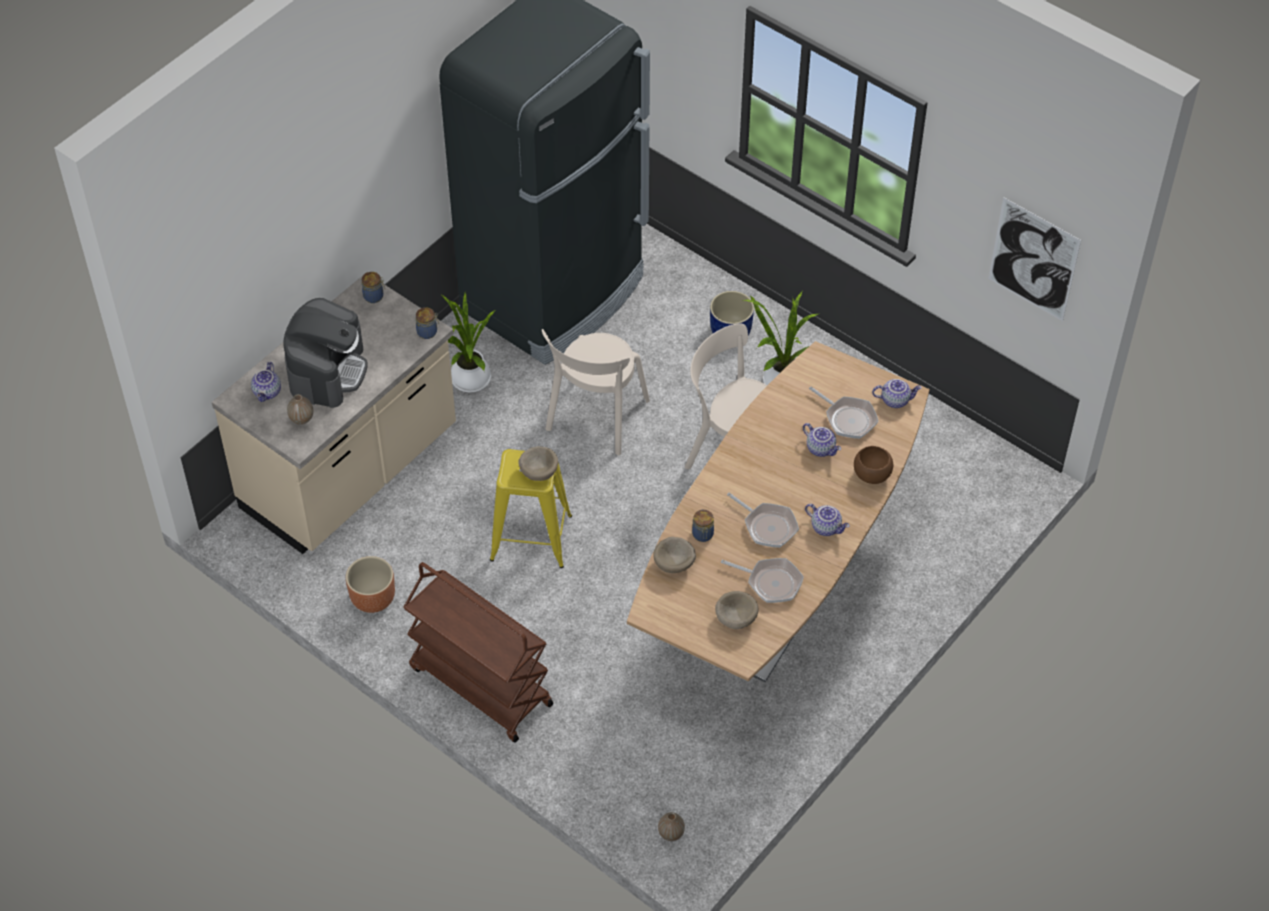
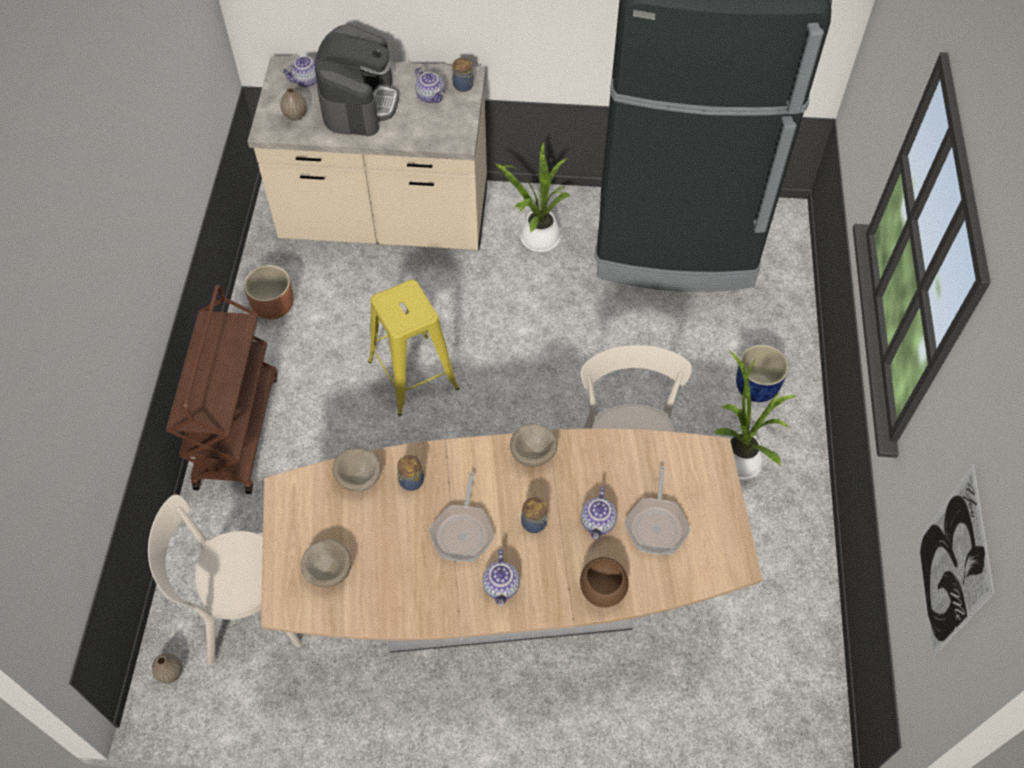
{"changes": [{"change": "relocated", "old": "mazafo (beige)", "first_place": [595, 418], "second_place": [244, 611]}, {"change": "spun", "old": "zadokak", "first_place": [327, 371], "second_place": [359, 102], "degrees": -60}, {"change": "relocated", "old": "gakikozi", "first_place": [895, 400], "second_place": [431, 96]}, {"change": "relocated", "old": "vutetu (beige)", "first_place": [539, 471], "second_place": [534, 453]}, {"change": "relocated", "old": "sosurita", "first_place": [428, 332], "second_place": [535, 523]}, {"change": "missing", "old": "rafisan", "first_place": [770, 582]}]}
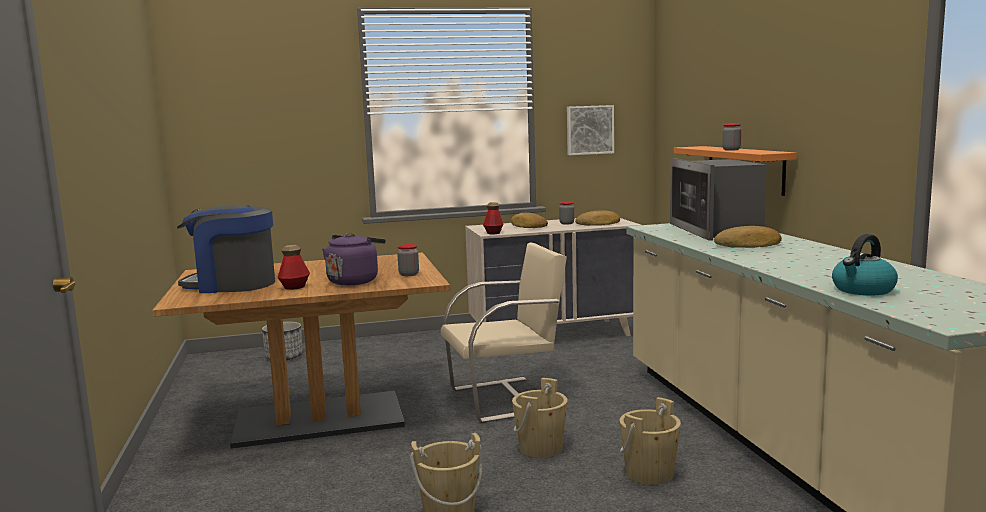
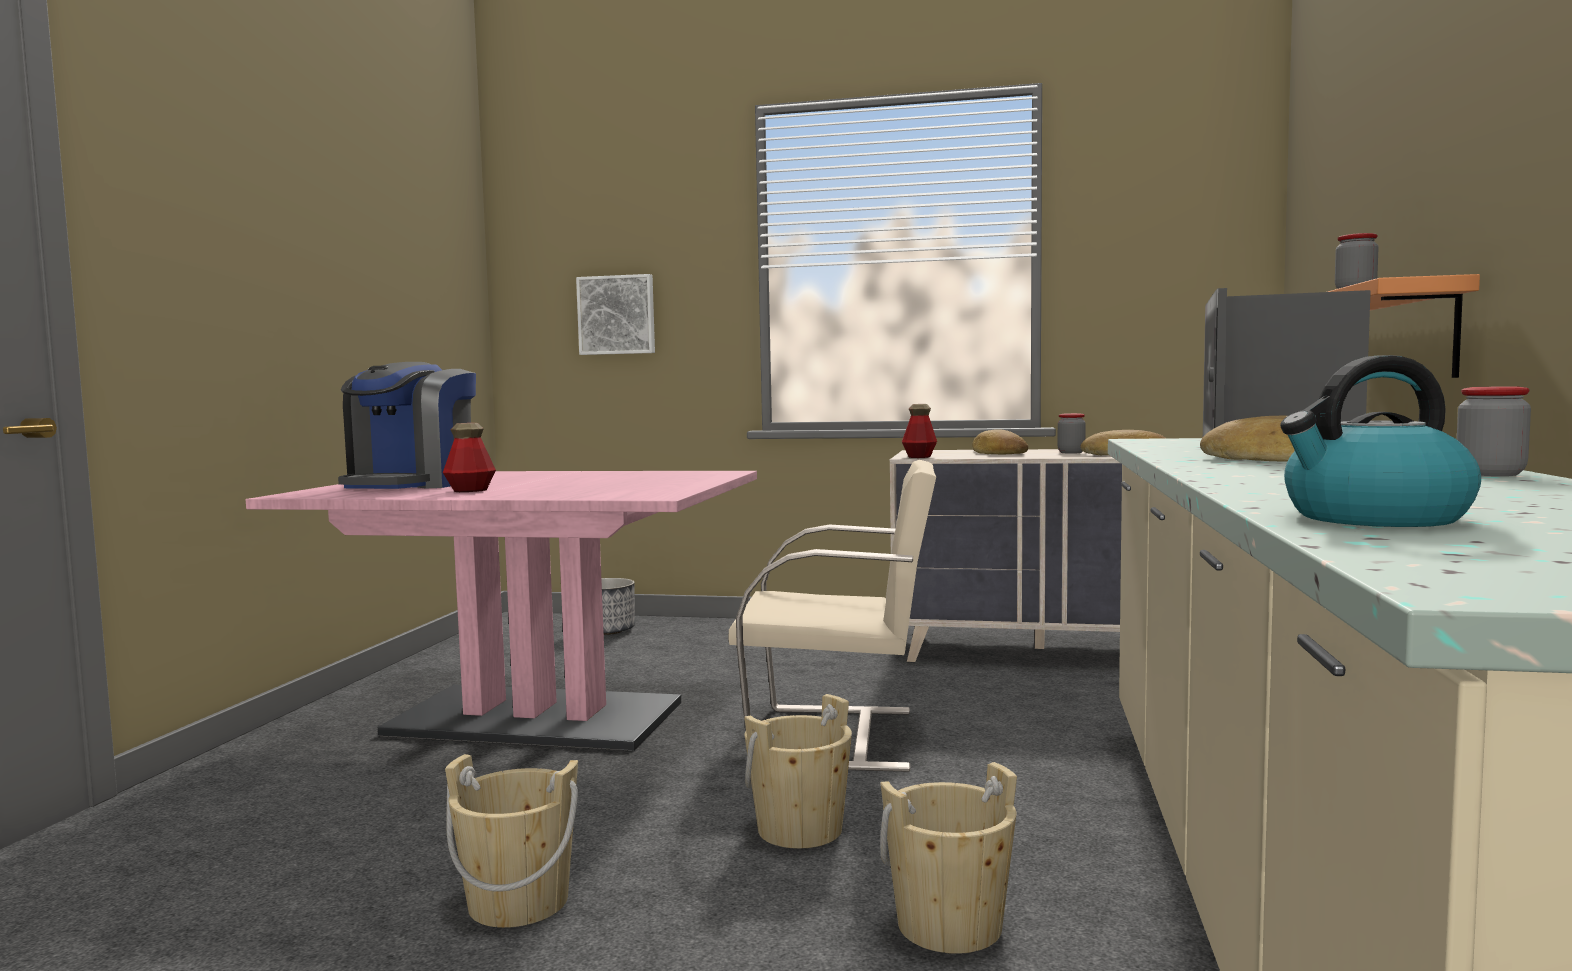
{"changes": [{"change": "colour", "old": "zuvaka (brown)", "new": "zuvaka (pink)", "first_place": [319, 420], "second_place": [535, 719]}, {"change": "spun", "old": "zadokak", "first_place": [232, 284], "second_place": [412, 484], "degrees": -105}, {"change": "relocated", "old": "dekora", "first_place": [589, 130], "second_place": [617, 315]}, {"change": "relocated", "old": "sosurita", "first_place": [409, 274], "second_place": [1490, 474]}, {"change": "missing", "old": "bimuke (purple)", "first_place": [355, 281]}]}
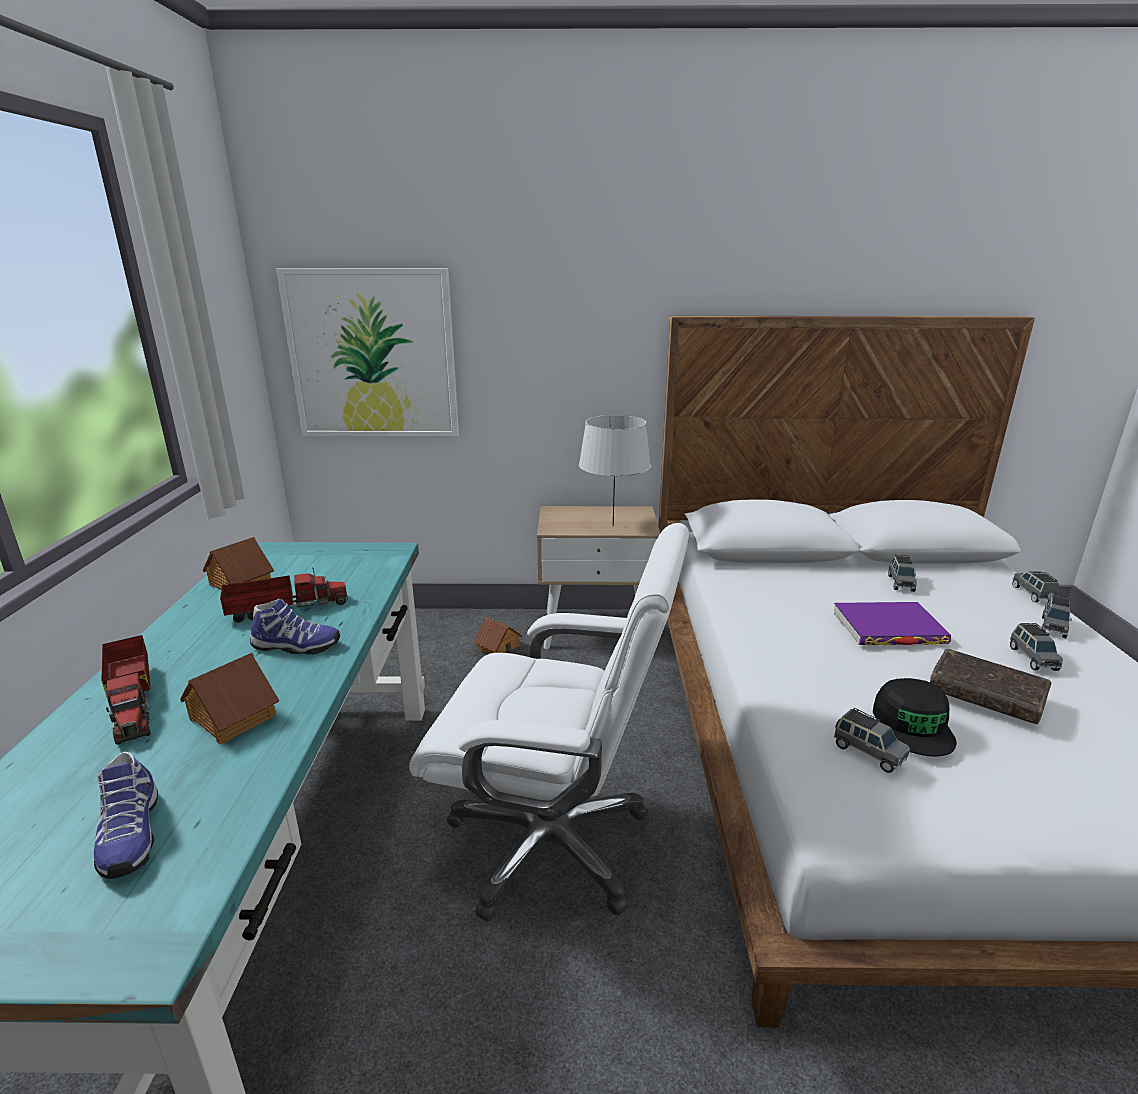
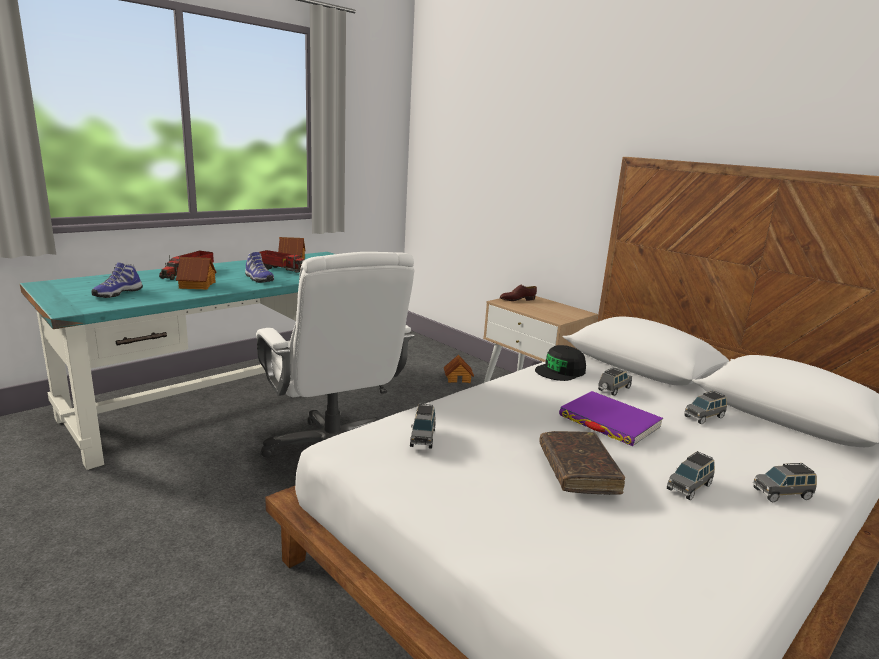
{"changes": [{"change": "appeared", "new": "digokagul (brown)", "second_place": [517, 299]}, {"change": "relocated", "old": "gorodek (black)", "first_place": [913, 725], "second_place": [560, 371]}, {"change": "relocated", "old": "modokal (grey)", "first_place": [1033, 594], "second_place": [614, 389]}, {"change": "missing", "old": "dekora", "first_place": [373, 354]}, {"change": "missing", "old": "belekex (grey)", "first_place": [612, 525]}]}
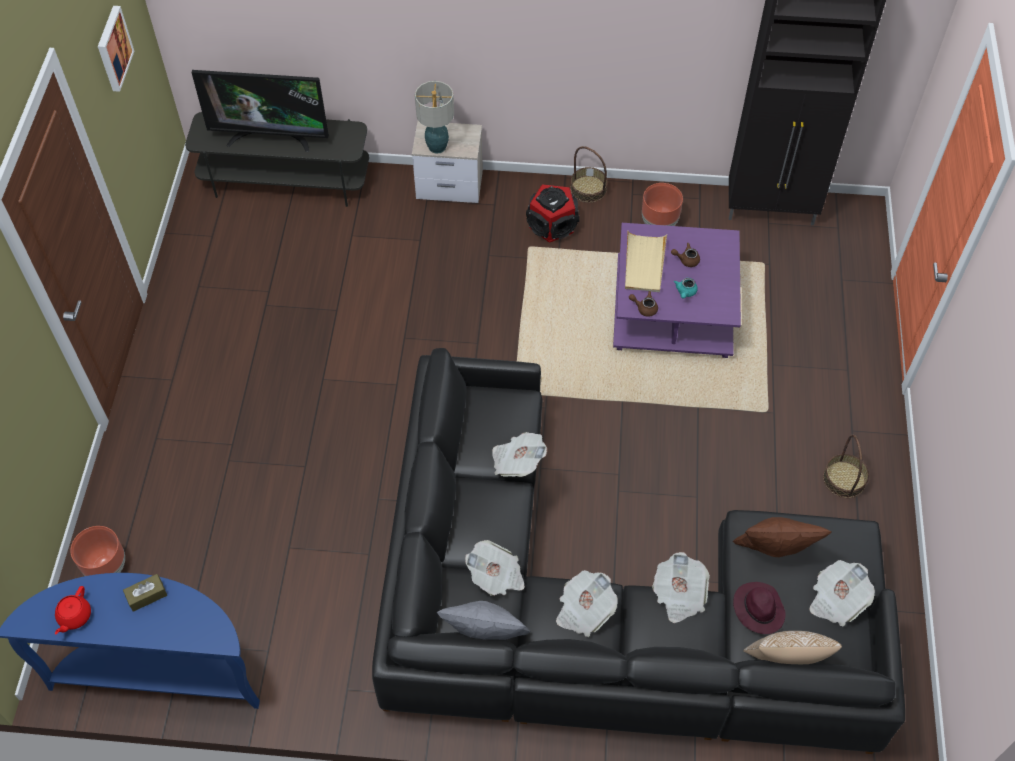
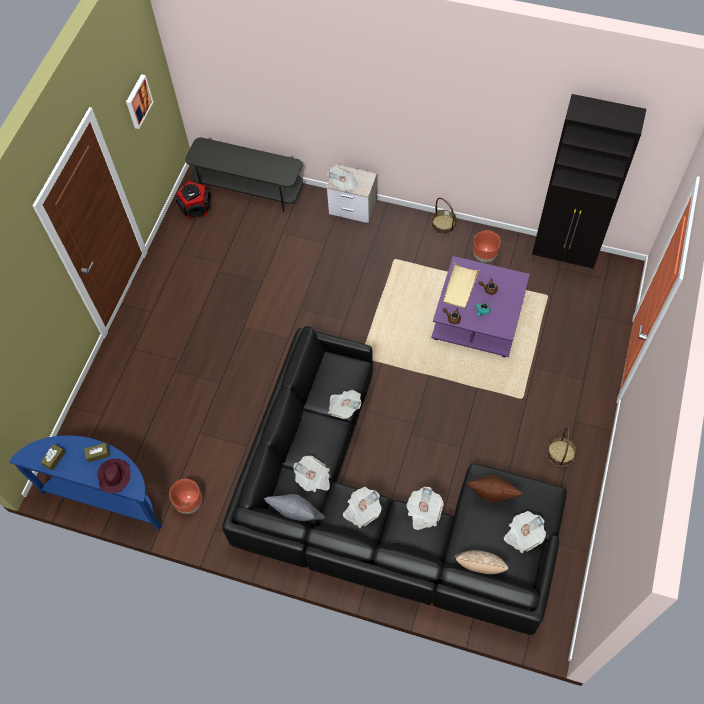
{"changes": [{"change": "exchanged", "old": "gakikozi (red)", "new": "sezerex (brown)", "first_place": [74, 616], "second_place": [54, 459]}, {"change": "relocated", "old": "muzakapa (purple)", "first_place": [758, 608], "second_place": [114, 476]}, {"change": "relocated", "old": "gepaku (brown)", "first_place": [106, 567], "second_place": [189, 503]}, {"change": "relocated", "old": "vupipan", "first_place": [553, 225], "second_place": [196, 208]}, {"change": "exchanged", "old": "belekex", "new": "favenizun", "first_place": [437, 146], "second_place": [344, 184]}, {"change": "missing", "old": "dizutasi", "first_place": [270, 137]}]}
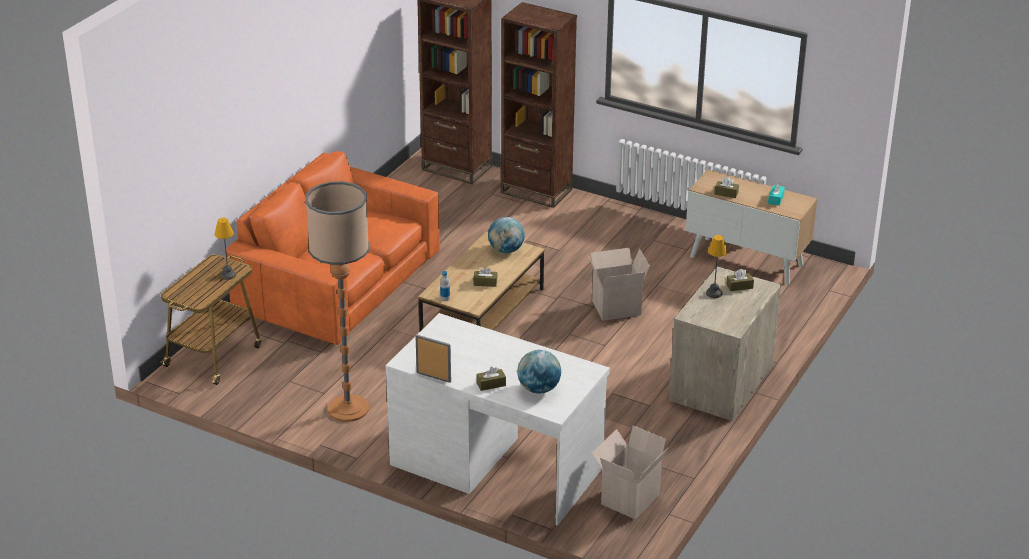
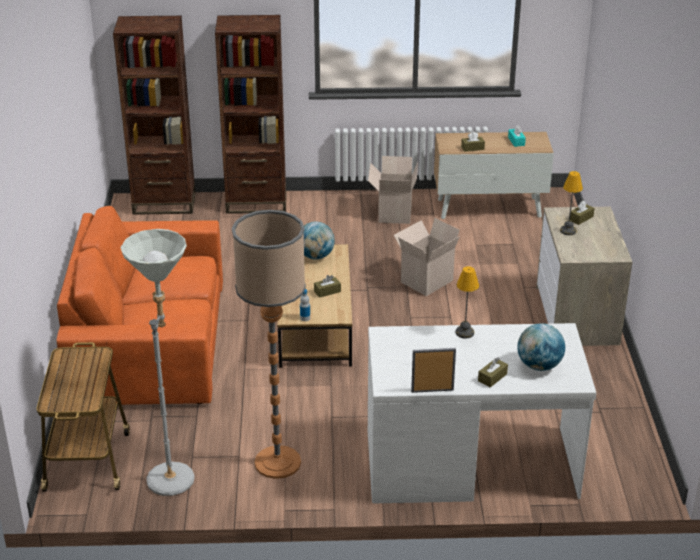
{"changes": [{"change": "appeared", "new": "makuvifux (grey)", "second_place": [174, 473]}, {"change": "relocated", "old": "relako", "first_place": [629, 498], "second_place": [393, 213]}, {"change": "relocated", "old": "belekex", "first_place": [228, 275], "second_place": [465, 332]}]}
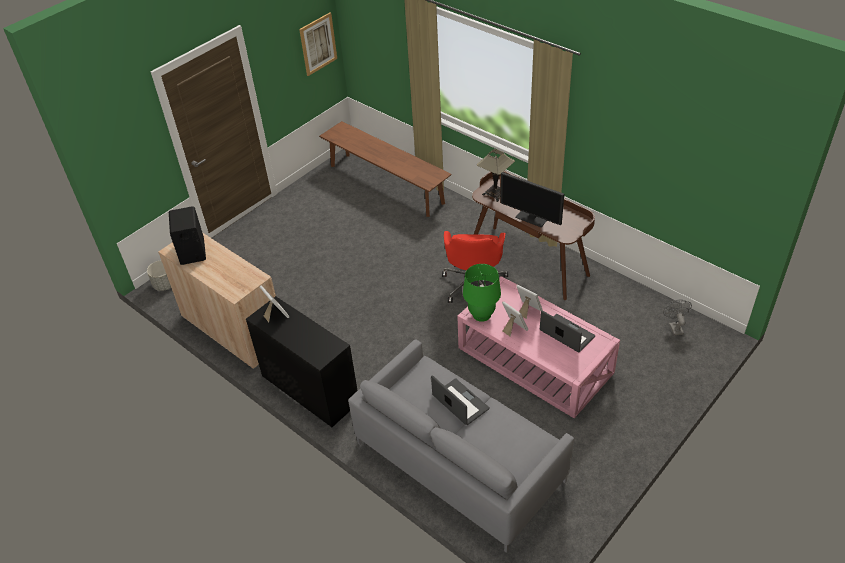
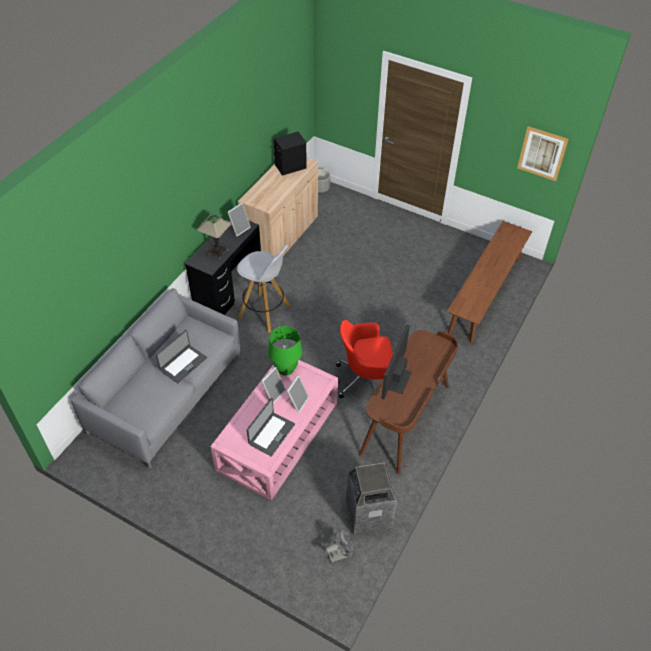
{"changes": [{"change": "relocated", "old": "belekex", "first_place": [495, 193], "second_place": [217, 252]}, {"change": "appeared", "new": "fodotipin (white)", "second_place": [265, 313]}, {"change": "appeared", "new": "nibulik", "second_place": [368, 513]}]}
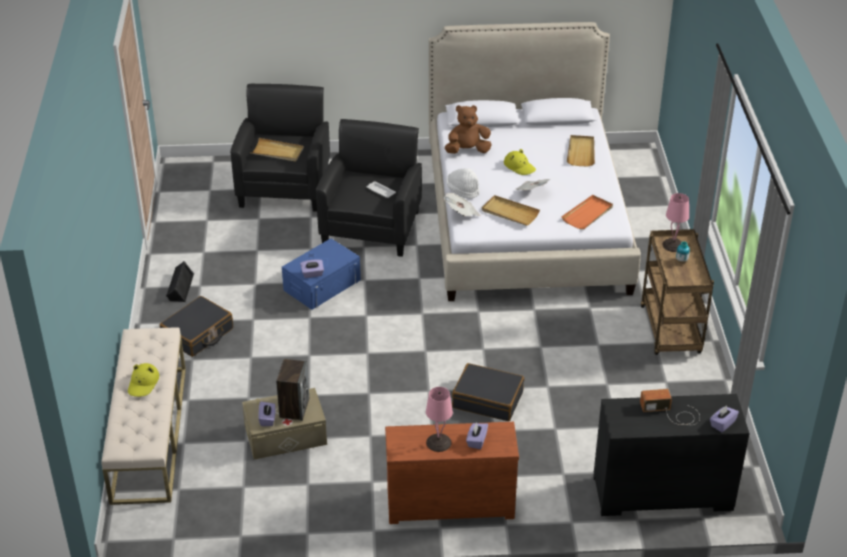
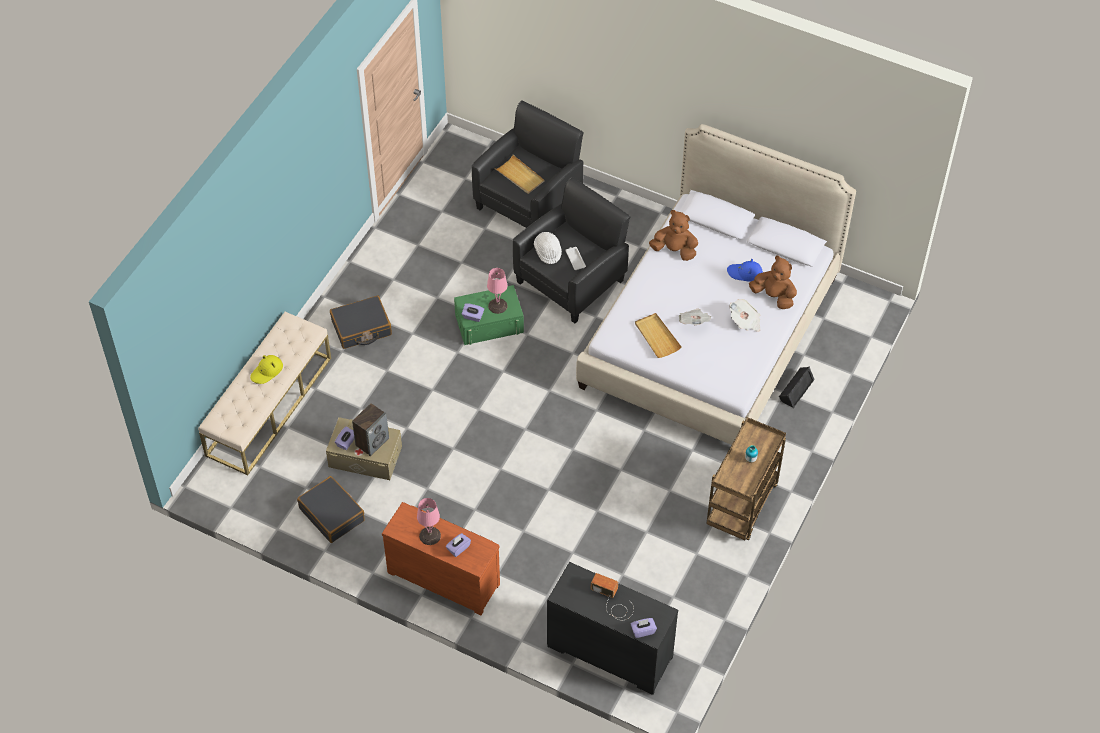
{"changes": [{"change": "relocated", "old": "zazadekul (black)", "first_place": [488, 399], "second_place": [332, 514]}, {"change": "colour", "old": "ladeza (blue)", "new": "ladeza (green)", "first_place": [322, 285], "second_place": [489, 323]}, {"change": "relocated", "old": "belekex (pink)", "first_place": [673, 245], "second_place": [497, 306]}, {"change": "relocated", "old": "muzakapa (white)", "first_place": [463, 190], "second_place": [548, 252]}, {"change": "appeared", "new": "muzakapa (blue)", "second_place": [745, 273]}, {"change": "relocated", "old": "favenizun", "first_place": [461, 213], "second_place": [745, 322]}, {"change": "exchanged", "old": "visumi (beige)", "new": "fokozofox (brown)", "first_place": [581, 152], "second_place": [773, 296]}, {"change": "relocated", "old": "vupipan (black)", "first_place": [179, 287], "second_place": [795, 389]}, {"change": "missing", "old": "muzakapa (yellow)", "first_place": [519, 166]}, {"change": "missing", "old": "visumi (orange)", "first_place": [588, 214]}]}
